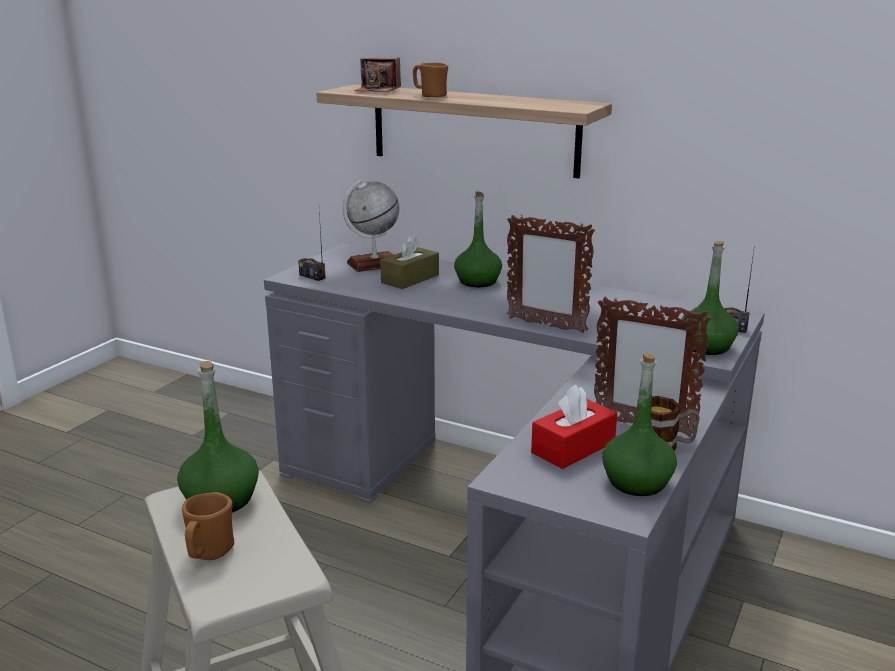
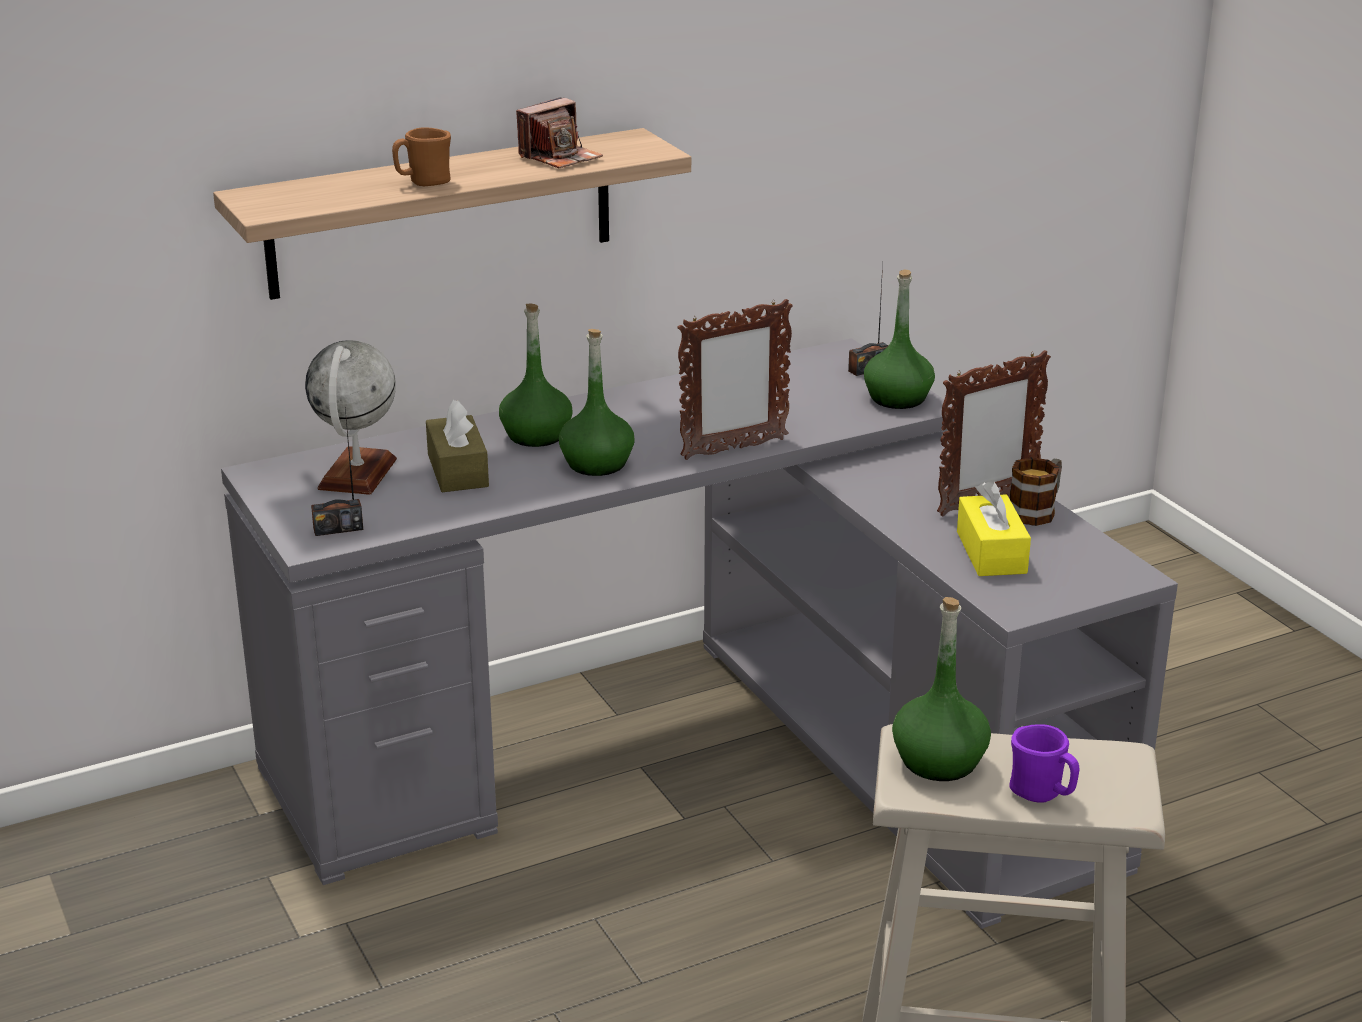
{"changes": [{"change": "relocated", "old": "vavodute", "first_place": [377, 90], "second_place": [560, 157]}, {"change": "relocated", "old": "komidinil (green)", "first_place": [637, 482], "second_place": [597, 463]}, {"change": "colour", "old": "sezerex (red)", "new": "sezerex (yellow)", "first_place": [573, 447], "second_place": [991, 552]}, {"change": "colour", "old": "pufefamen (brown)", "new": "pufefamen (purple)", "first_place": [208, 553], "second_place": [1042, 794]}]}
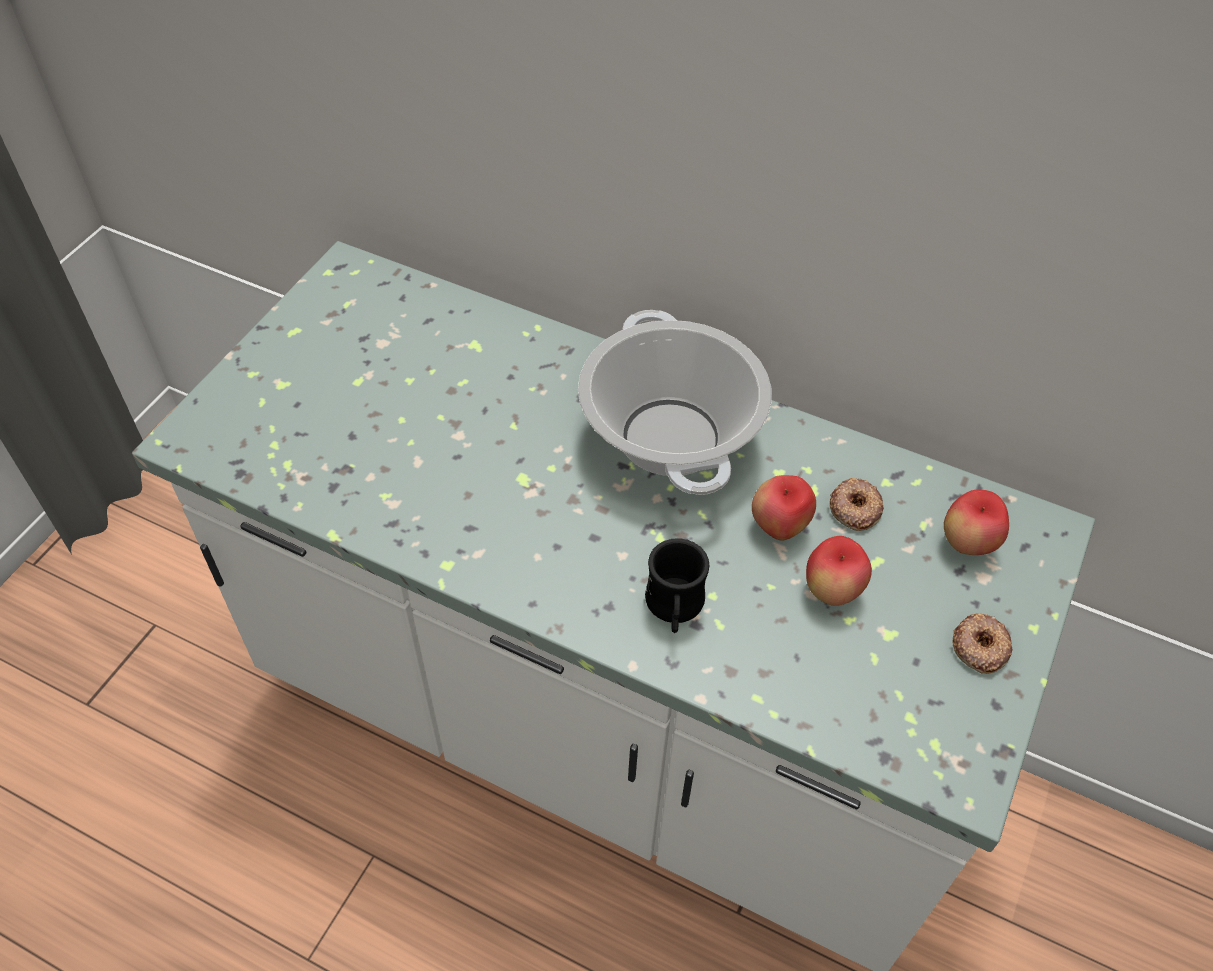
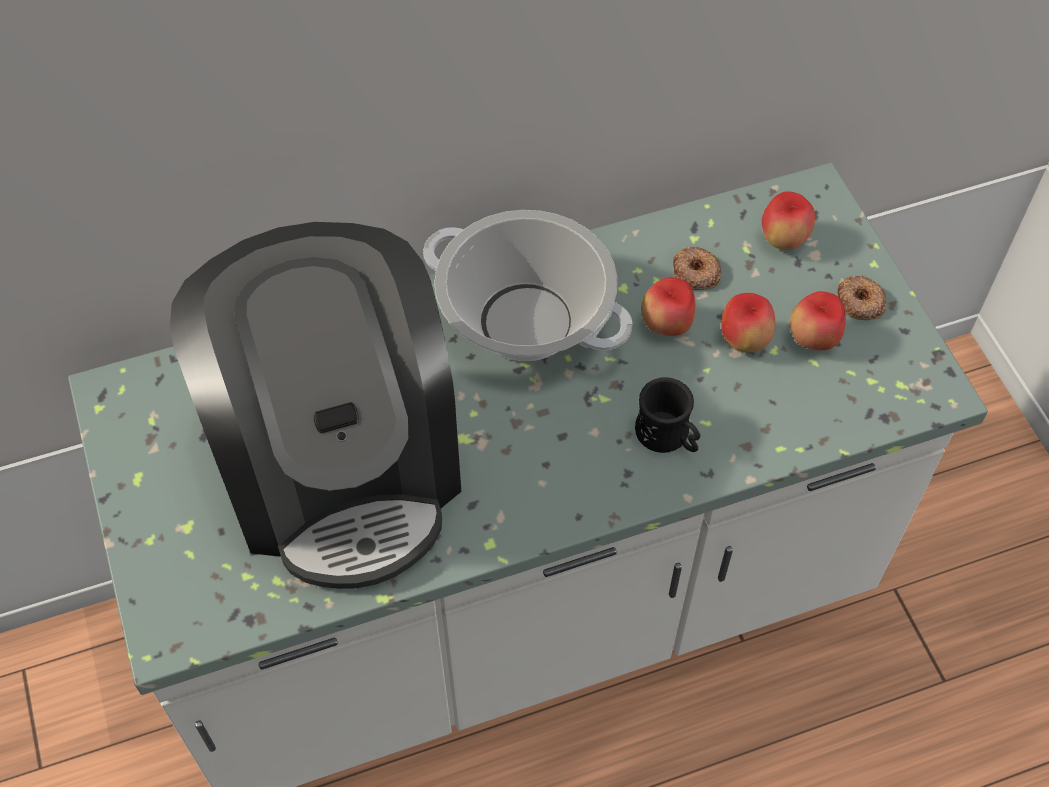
{"changes": [{"change": "appeared", "new": "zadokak", "second_place": [341, 465]}, {"change": "appeared", "new": "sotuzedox", "second_place": [813, 339]}]}
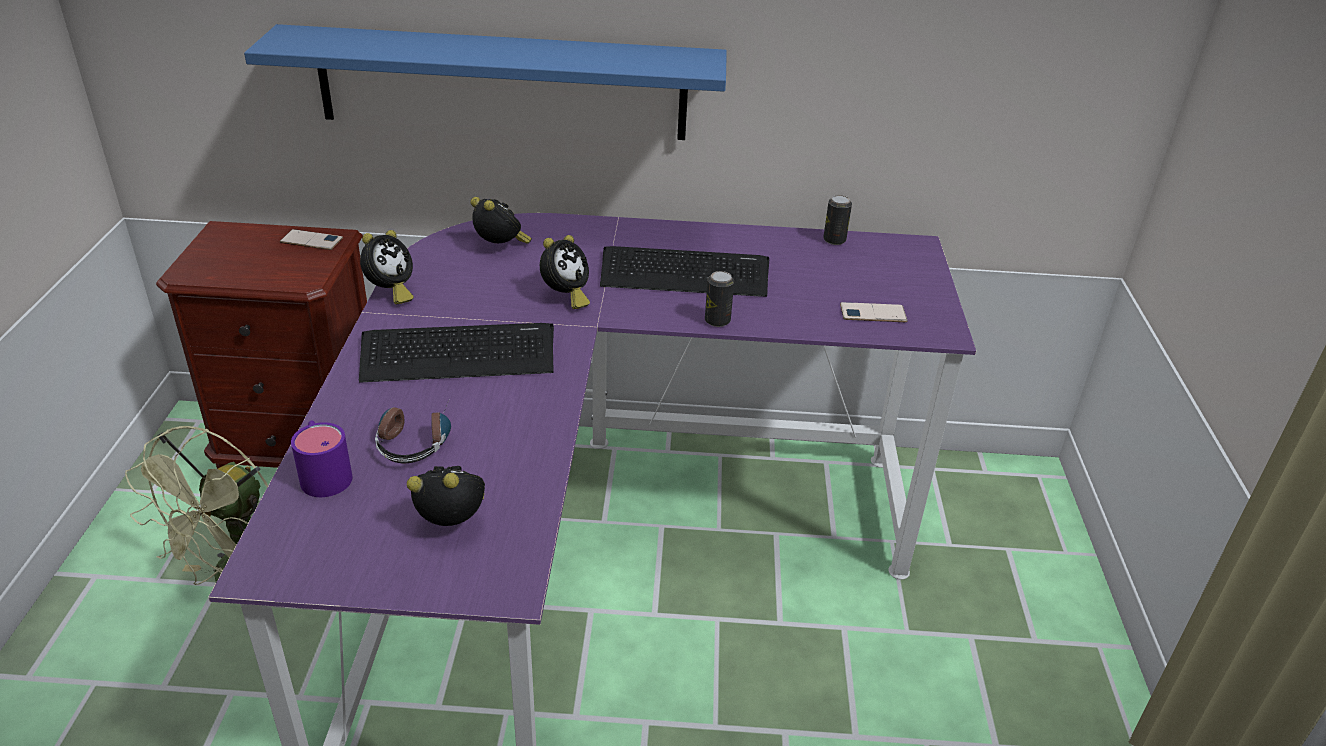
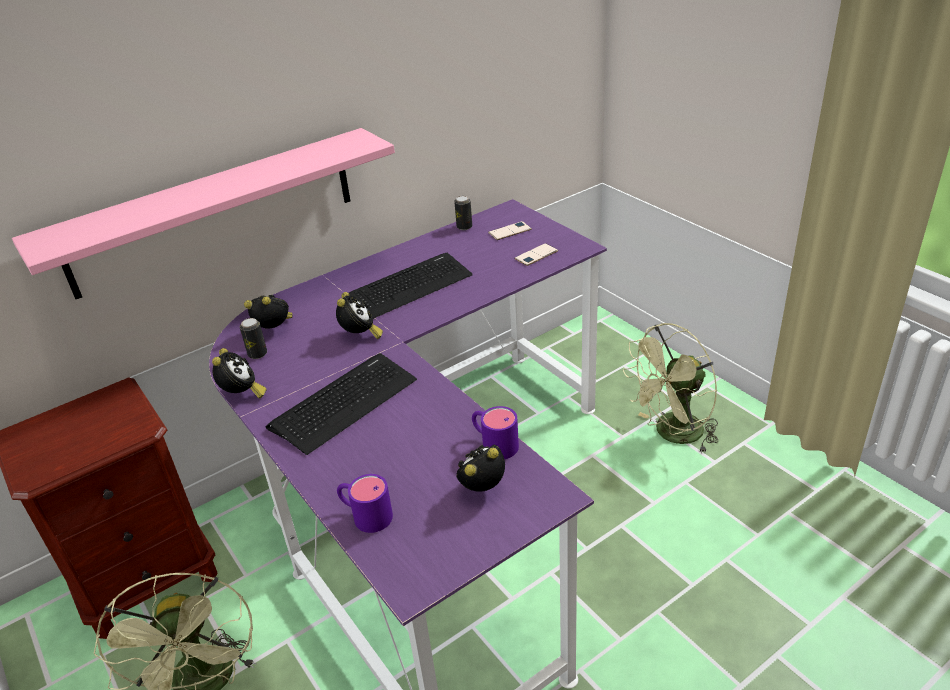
{"changes": [{"change": "colour", "old": "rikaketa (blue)", "new": "rikaketa (pink)", "first_place": [502, 83], "second_place": [213, 212]}, {"change": "relocated", "old": "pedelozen", "first_place": [717, 321], "second_place": [257, 354]}, {"change": "appeared", "new": "pufefamen (purple)", "second_place": [494, 443]}, {"change": "relocated", "old": "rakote", "first_place": [311, 240], "second_place": [510, 231]}, {"change": "appeared", "new": "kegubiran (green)", "second_place": [672, 435]}, {"change": "missing", "old": "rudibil", "first_place": [415, 438]}]}
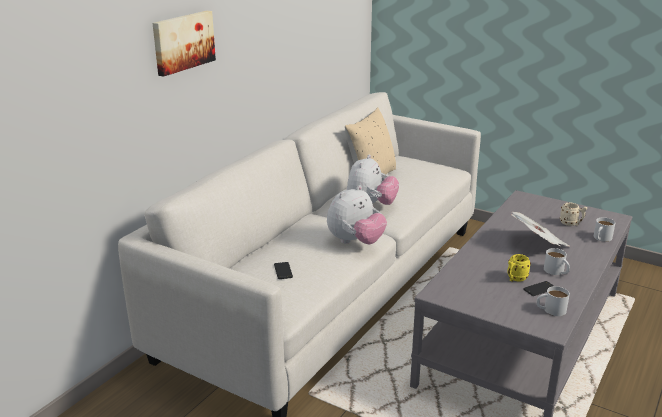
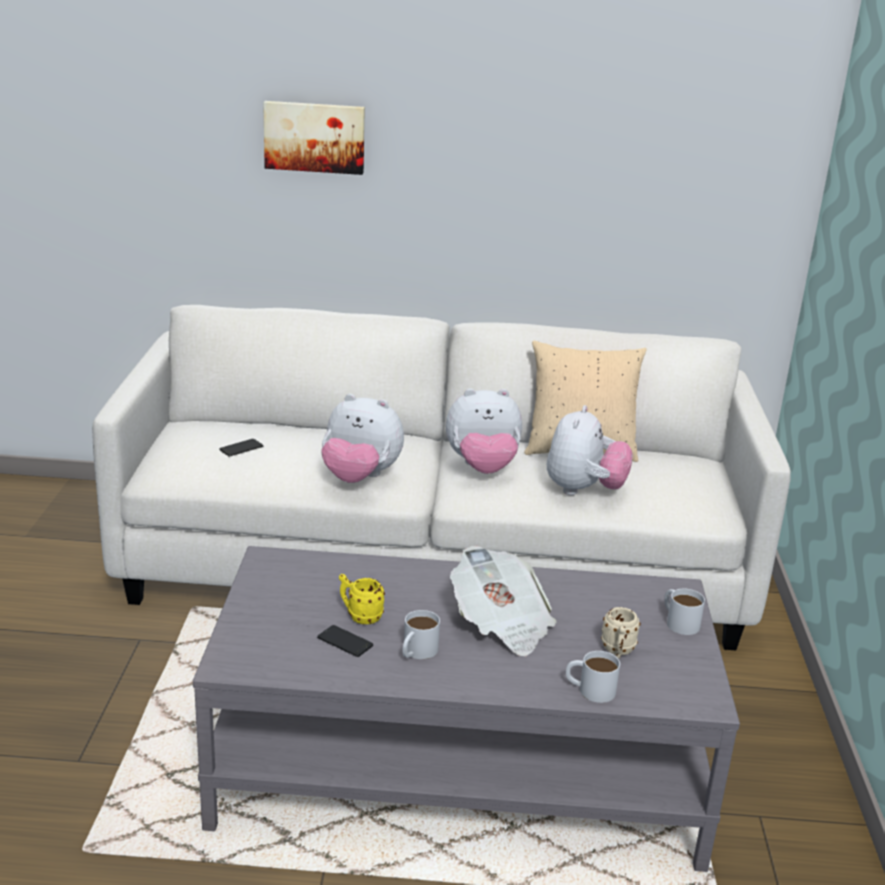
{"changes": [{"change": "appeared", "new": "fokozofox", "second_place": [583, 490]}, {"change": "relocated", "old": "pufefamen (white)", "first_place": [550, 310], "second_place": [678, 621]}]}
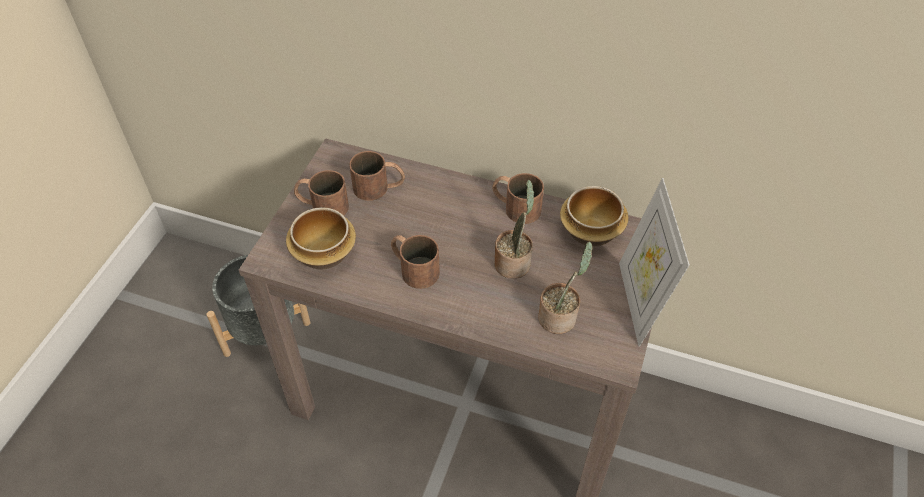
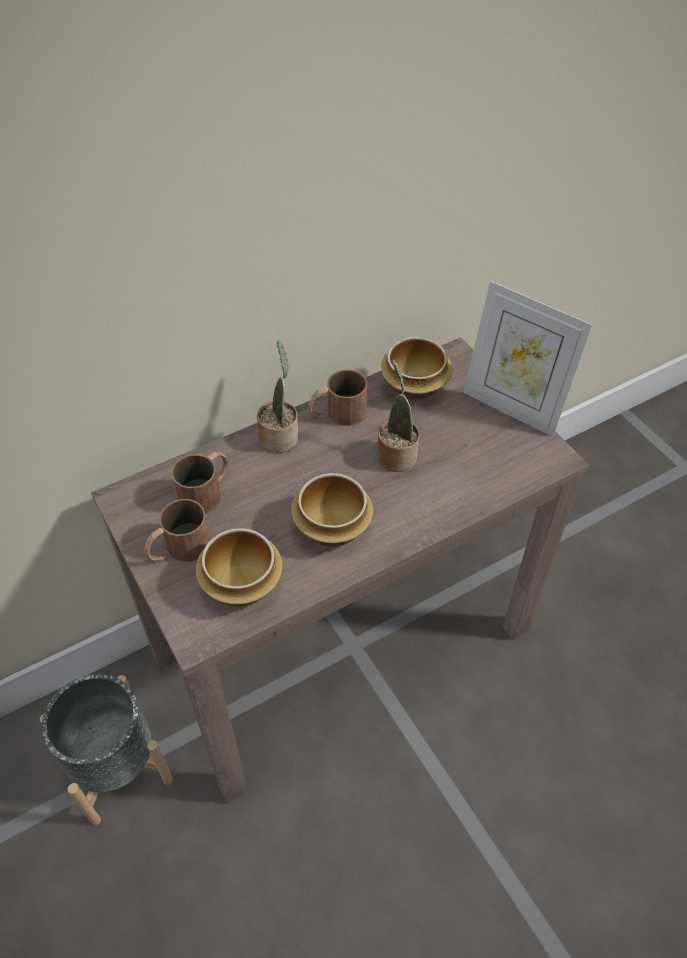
{"changes": [{"change": "relocated", "old": "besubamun", "first_place": [559, 317], "second_place": [280, 436]}, {"change": "exchanged", "old": "pufefamen (brown)", "new": "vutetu", "first_place": [413, 268], "second_place": [331, 526]}]}
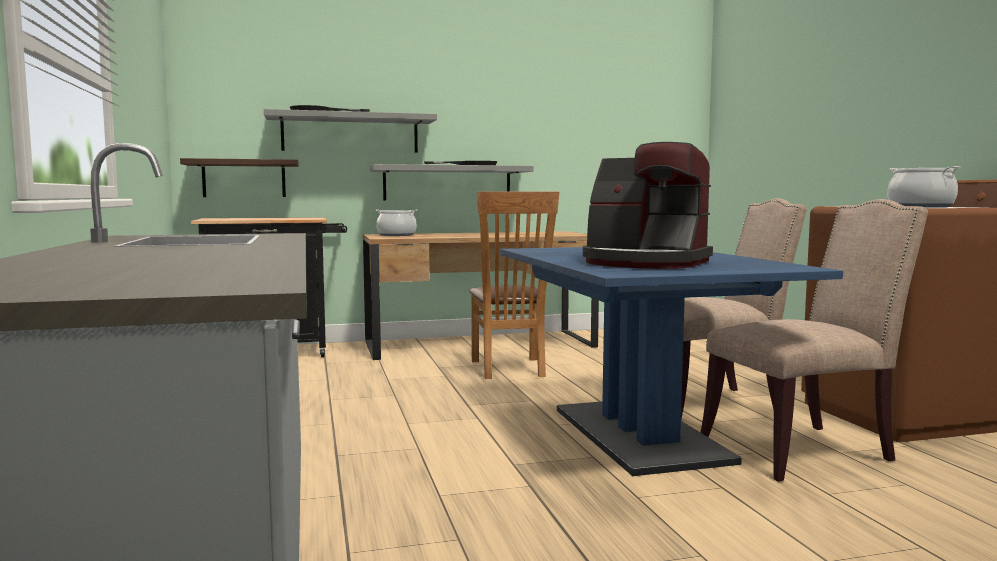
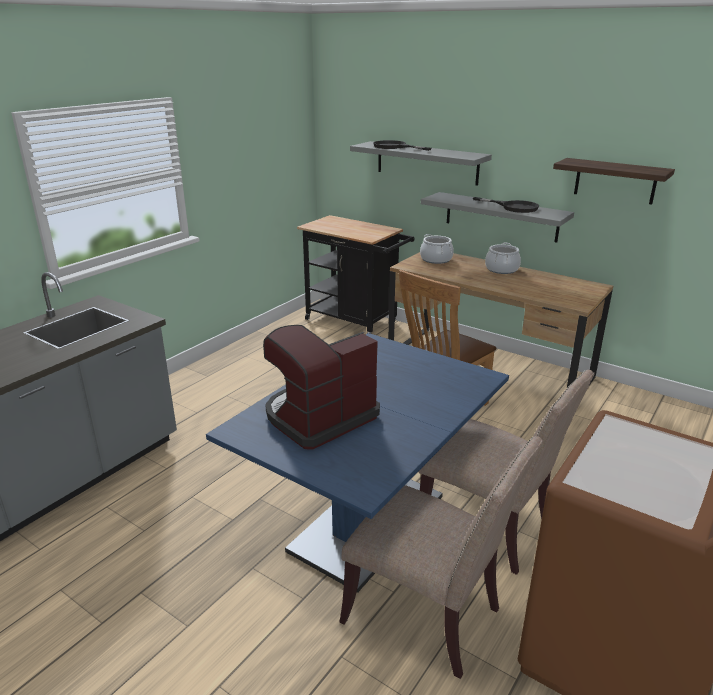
{"changes": [{"change": "spun", "old": "zadokak", "first_place": [644, 263], "second_place": [319, 417], "degrees": 60}, {"change": "relocated", "old": "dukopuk", "first_place": [920, 207], "second_place": [501, 269]}, {"change": "relocated", "old": "rikaketa", "first_place": [244, 178], "second_place": [615, 181]}]}
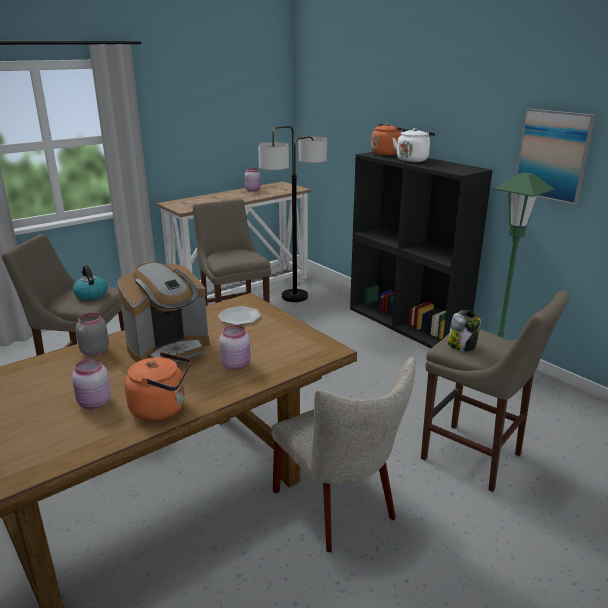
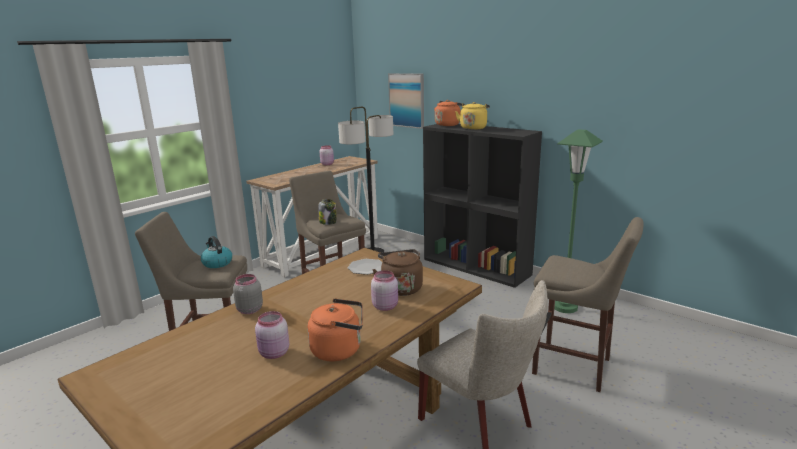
{"changes": [{"change": "relocated", "old": "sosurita", "first_place": [462, 345], "second_place": [328, 222]}, {"change": "appeared", "new": "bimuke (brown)", "second_place": [400, 288]}, {"change": "relocated", "old": "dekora", "first_place": [553, 155], "second_place": [407, 100]}, {"change": "colour", "old": "bimuke (white)", "new": "bimuke (yellow)", "first_place": [412, 160], "second_place": [473, 128]}, {"change": "missing", "old": "zadokak", "first_place": [169, 348]}]}
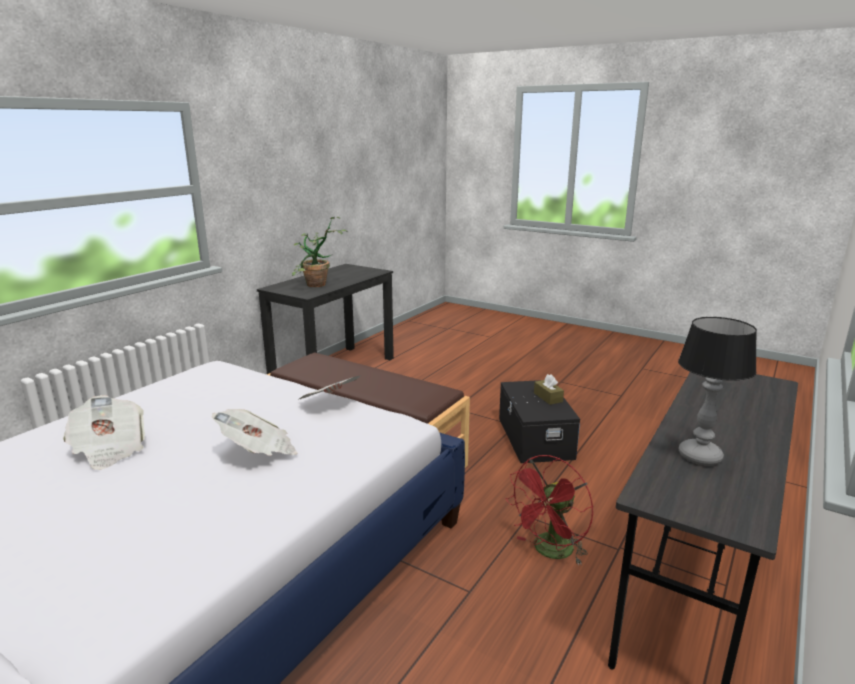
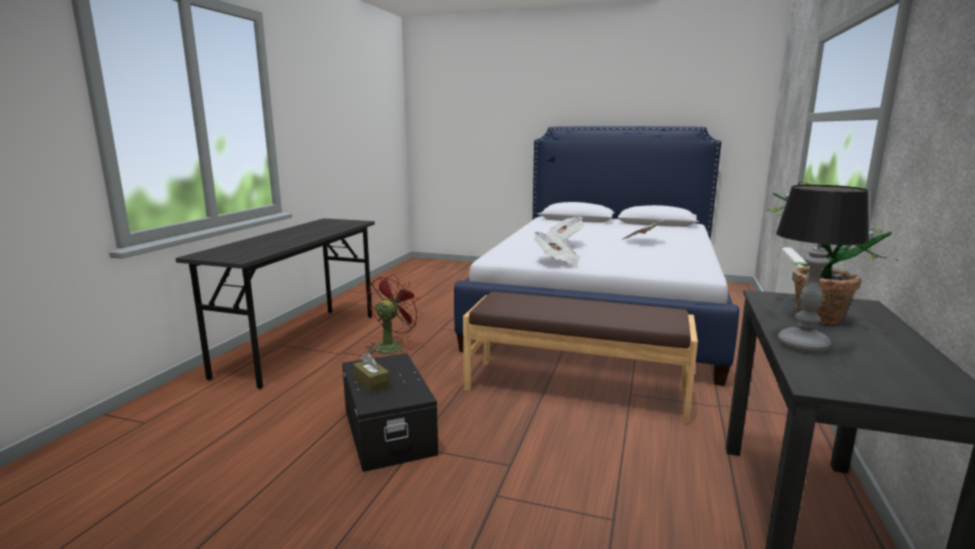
{"changes": [{"change": "relocated", "old": "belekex", "first_place": [699, 456], "second_place": [803, 345]}]}
